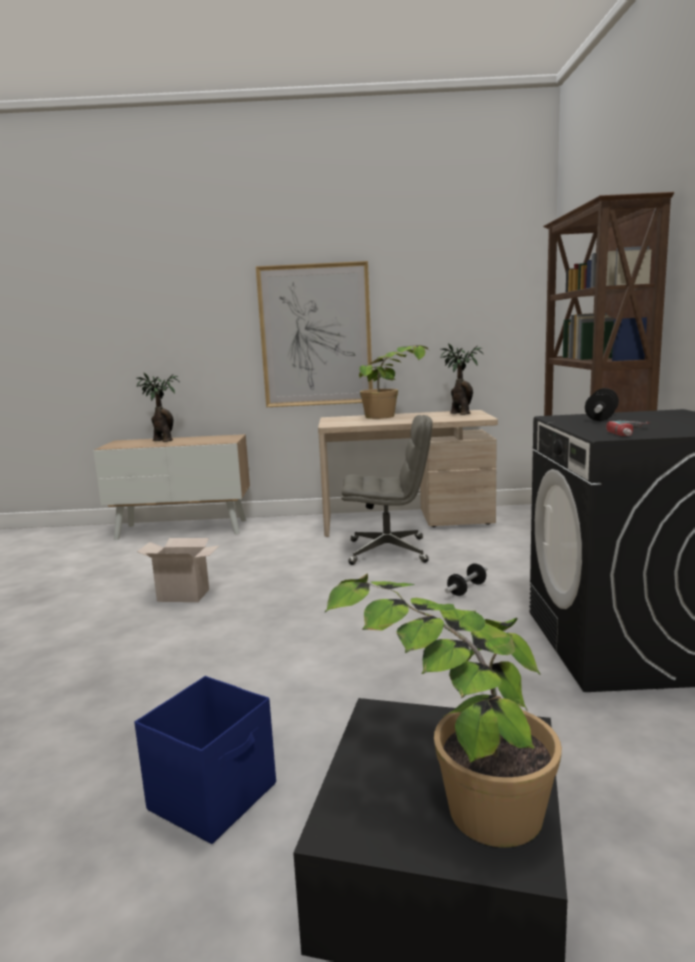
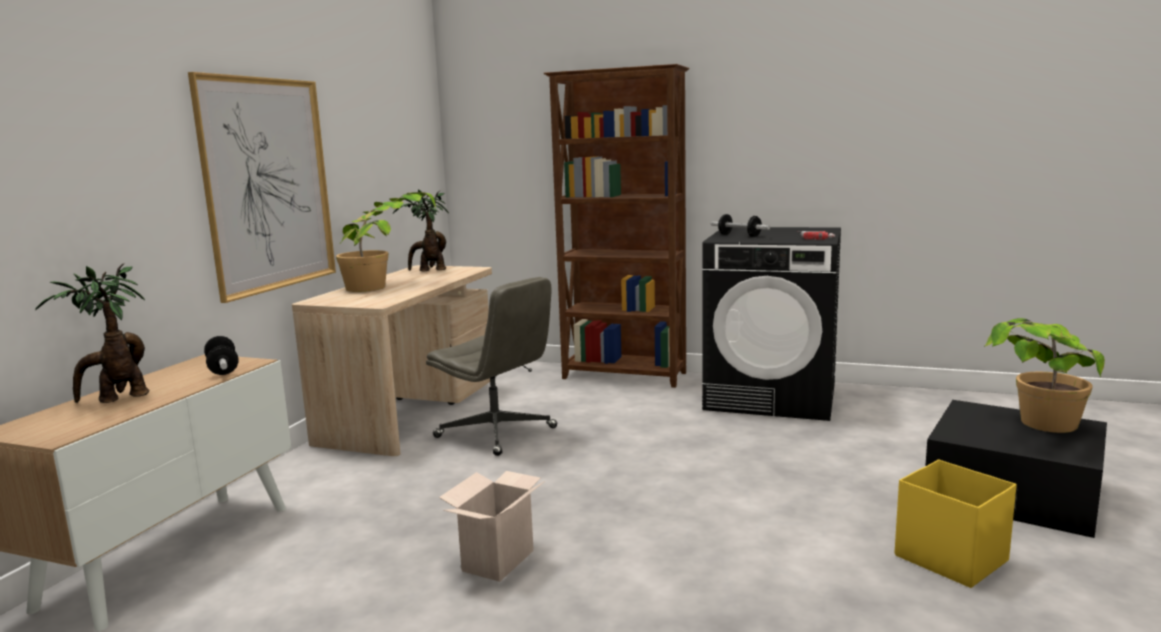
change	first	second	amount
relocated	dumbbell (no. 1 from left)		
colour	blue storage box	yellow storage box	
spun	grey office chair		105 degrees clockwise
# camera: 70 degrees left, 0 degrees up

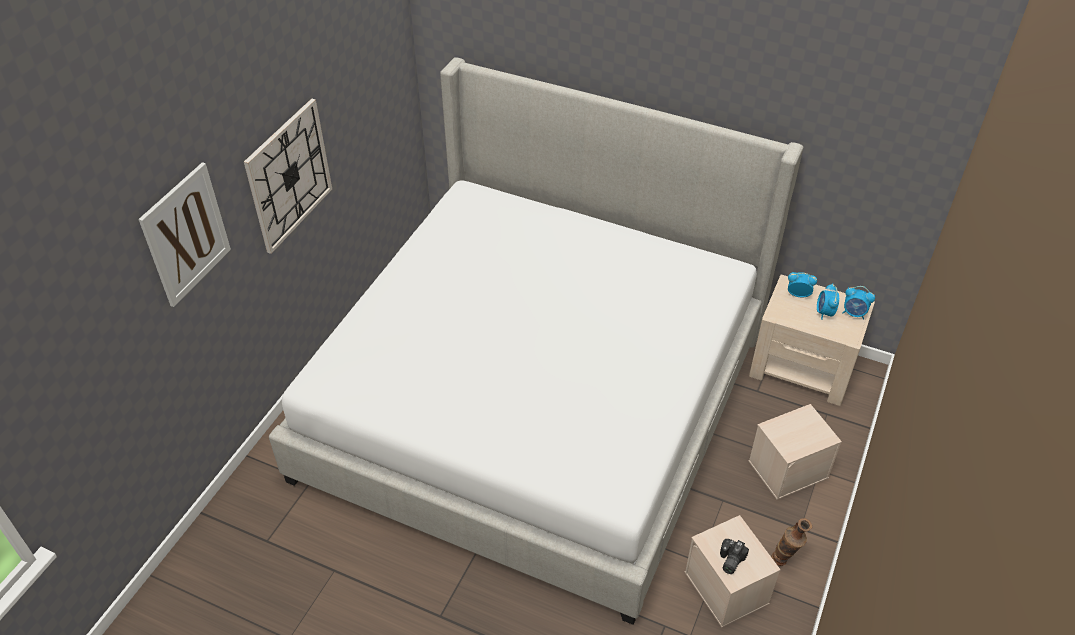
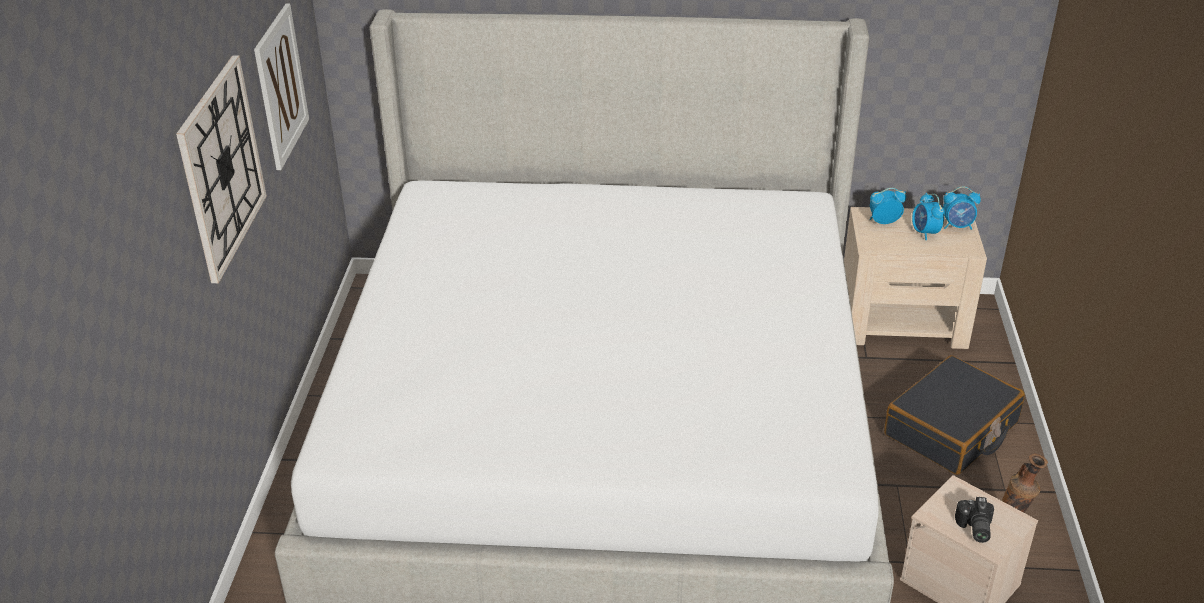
change	first	second	amount
relocated	picture		
exchanged	beige storage box (no. 2 from left)	black suitcase	
# camera: 20 degrees left, 10 degrees down

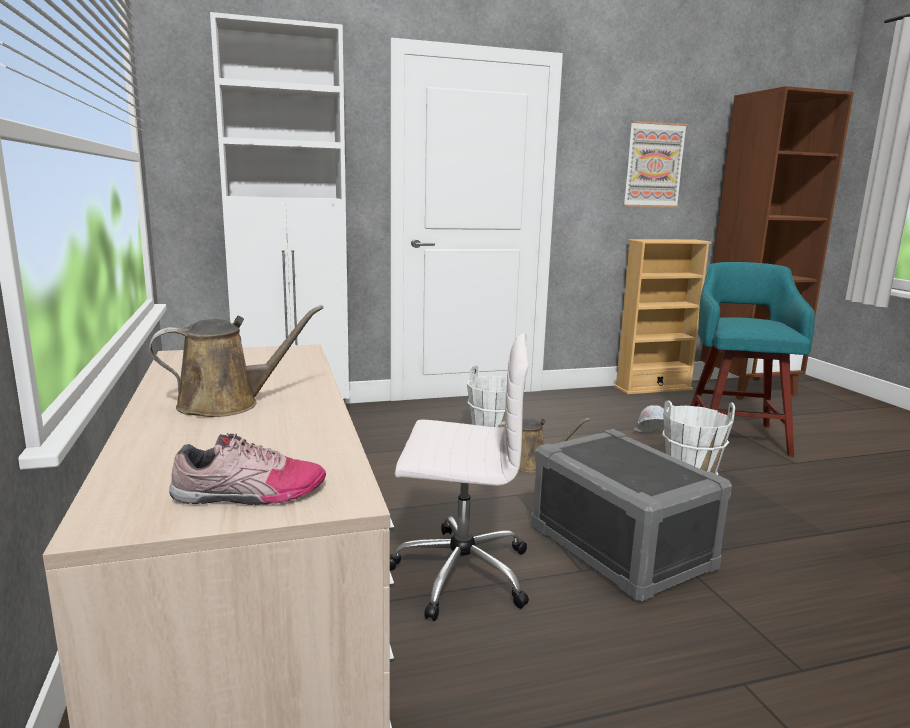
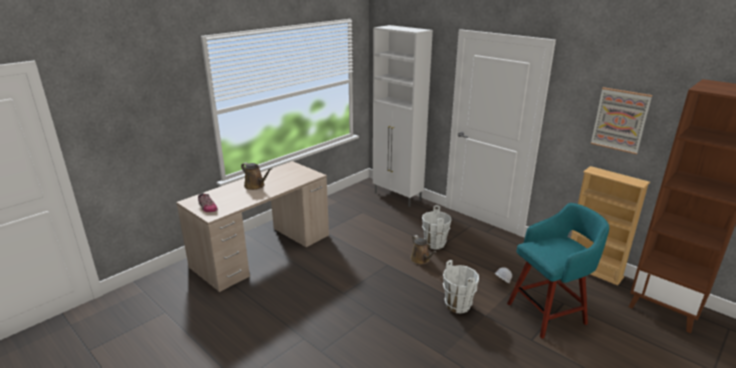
change	first	second	amount
missing	white office chair		
missing	grey storage box		
# camera: 60 degrees right, 10 degrees up

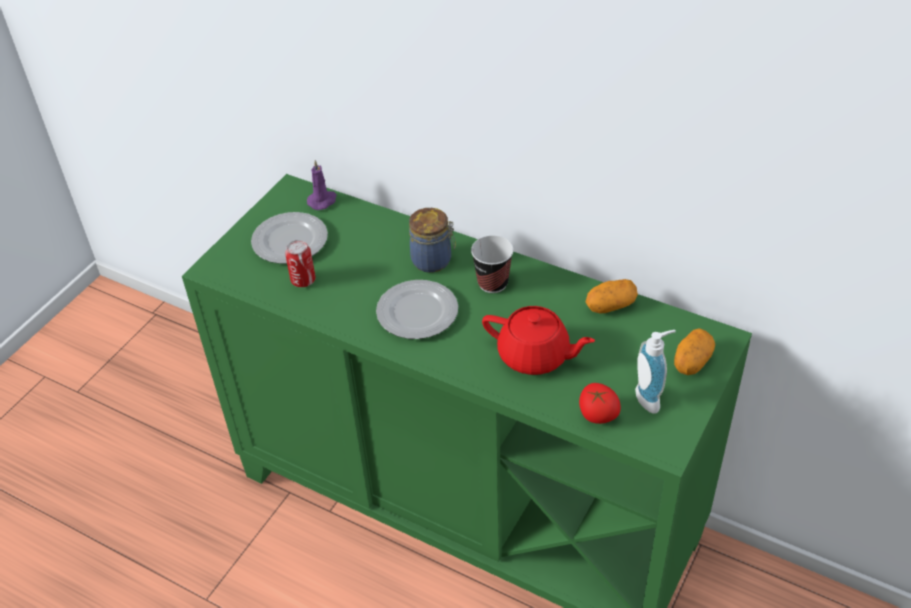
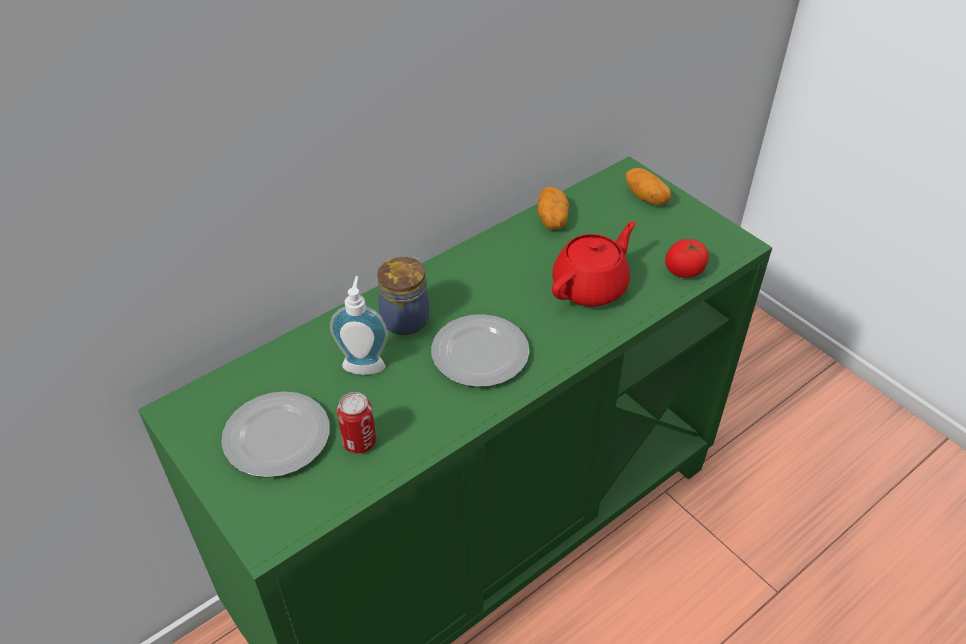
change	first	second	amount
missing	purple candle		
missing	cup		
relocated	soap dispenser		
# camera: 70 degrees left, 0 degrees up

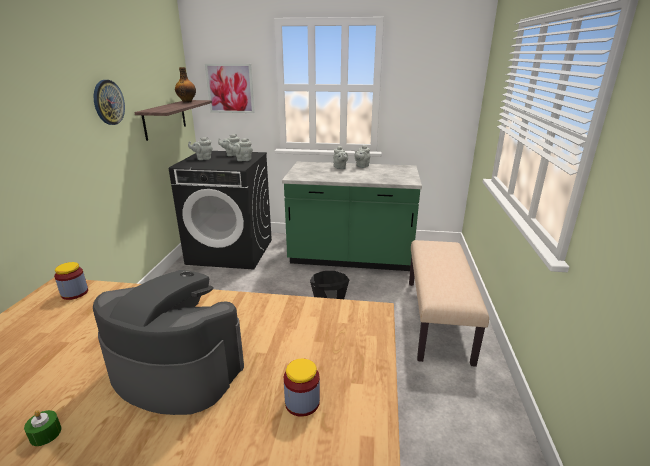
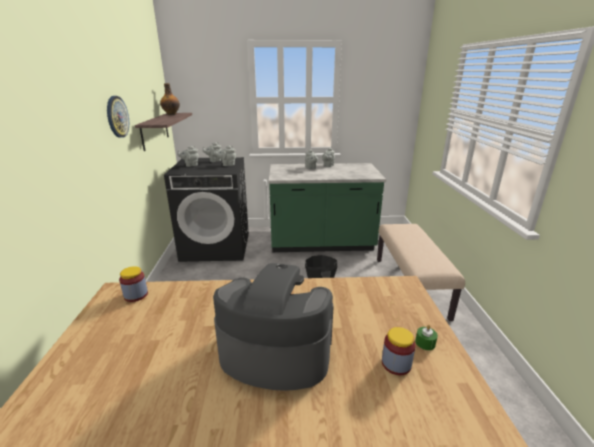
change	first	second	amount
missing	picture		
relocated	green candle		
# camera: 10 degrees left, 0 degrees up

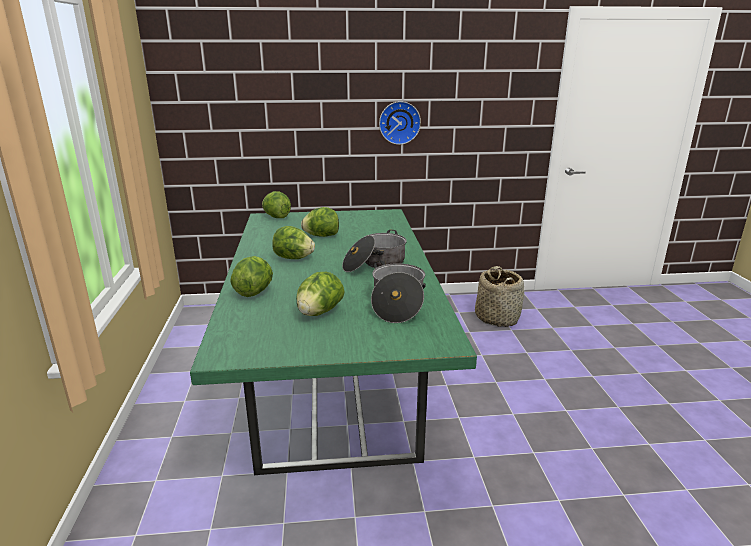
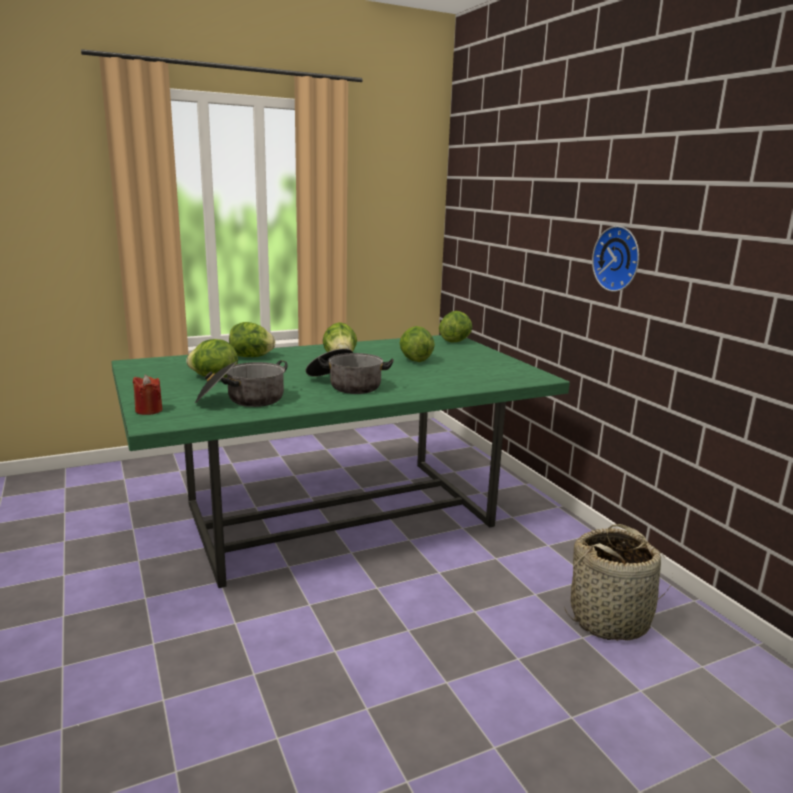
change	first	second	amount
appeared		red candle	
# camera: 70 degrees right, 5 degrees down

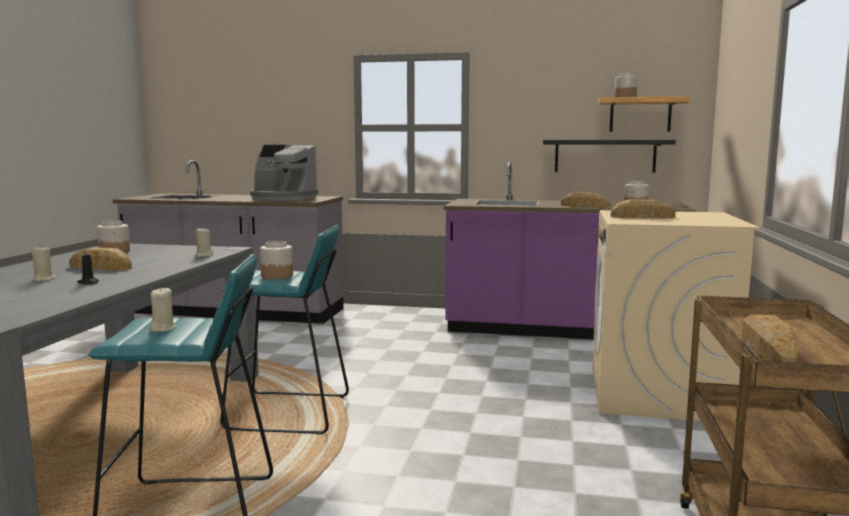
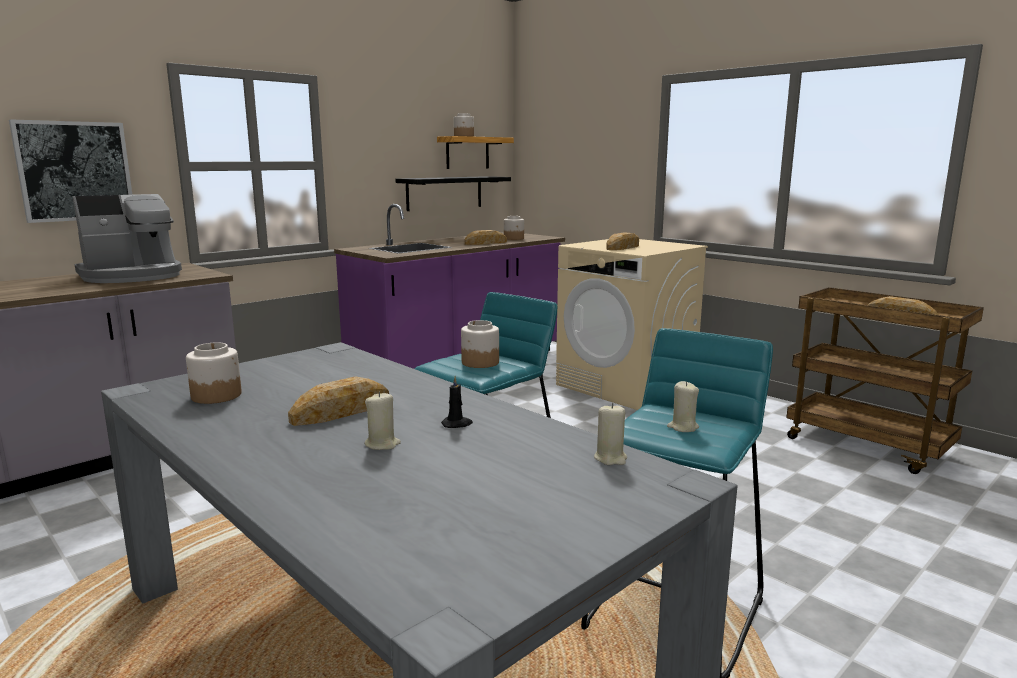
change	first	second	amount
appeared		picture	
relocated	beige candle (no. 3 from left in the first image)	beige candle (no. 2 from left)	
# camera: 55 degrees left, 5 degrees up

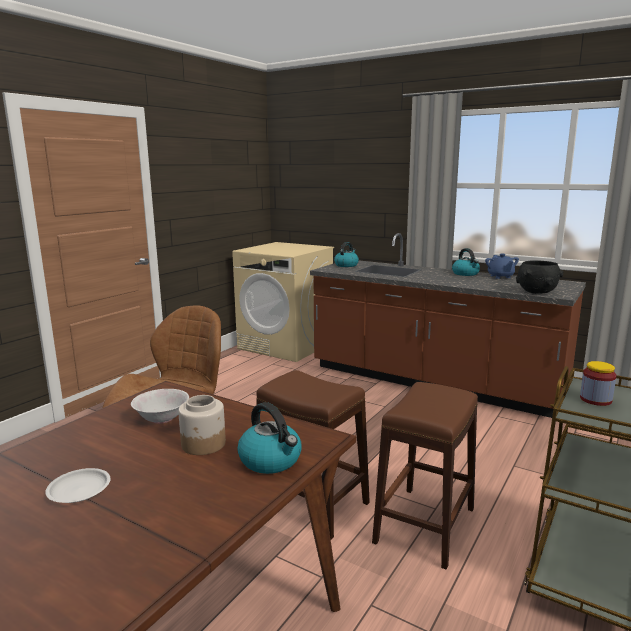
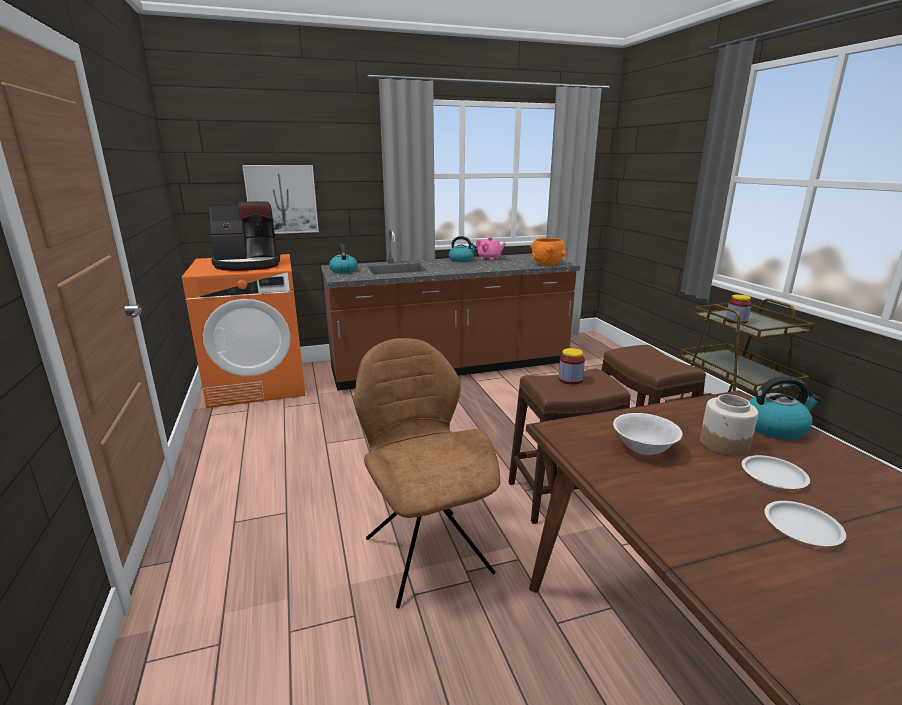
change	first	second	amount
appeared		coffee machine	
appeared		picture	
appeared		jar (no. 1 from left)	
appeared		white plate (no. 1 from left)	
colour	beige washing machine	orange washing machine	
colour	blue teapot	pink teapot	
colour	black bowl	orange bowl	
# camera: 50 degrees left, 5 degrees up

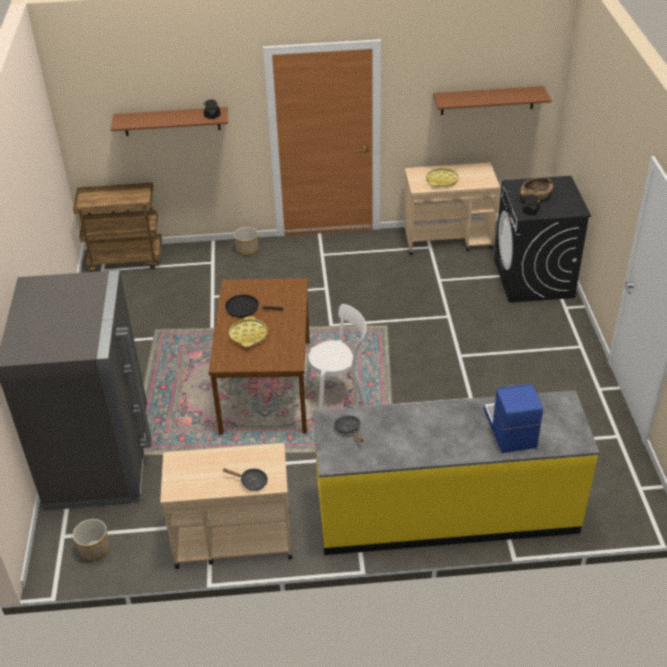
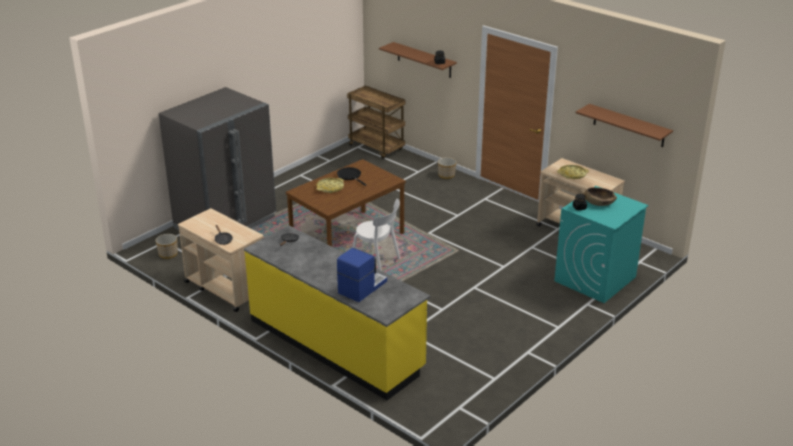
change	first	second	amount
colour	black washing machine	turquoise washing machine	
# camera: 45 degrees right, 10 degrees down

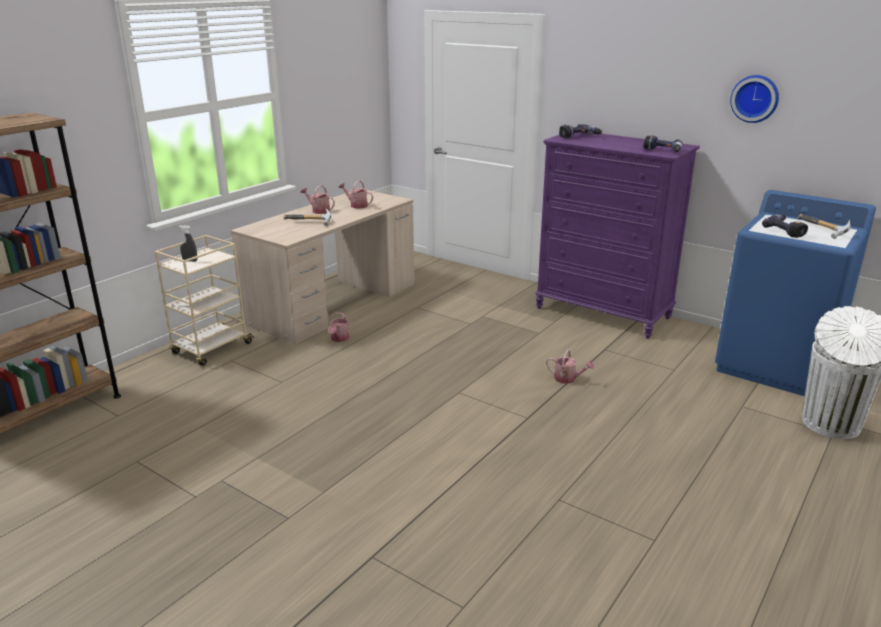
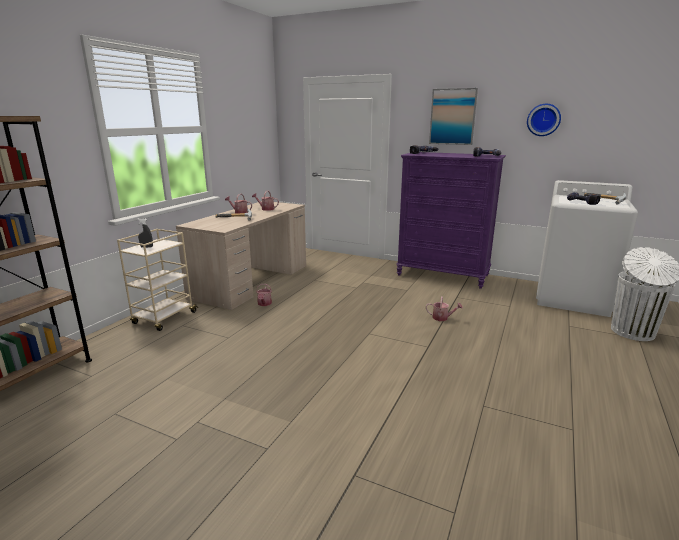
change	first	second	amount
appeared		picture	
colour	blue washing machine	white washing machine	
# camera: 10 degrees left, 5 degrees down

